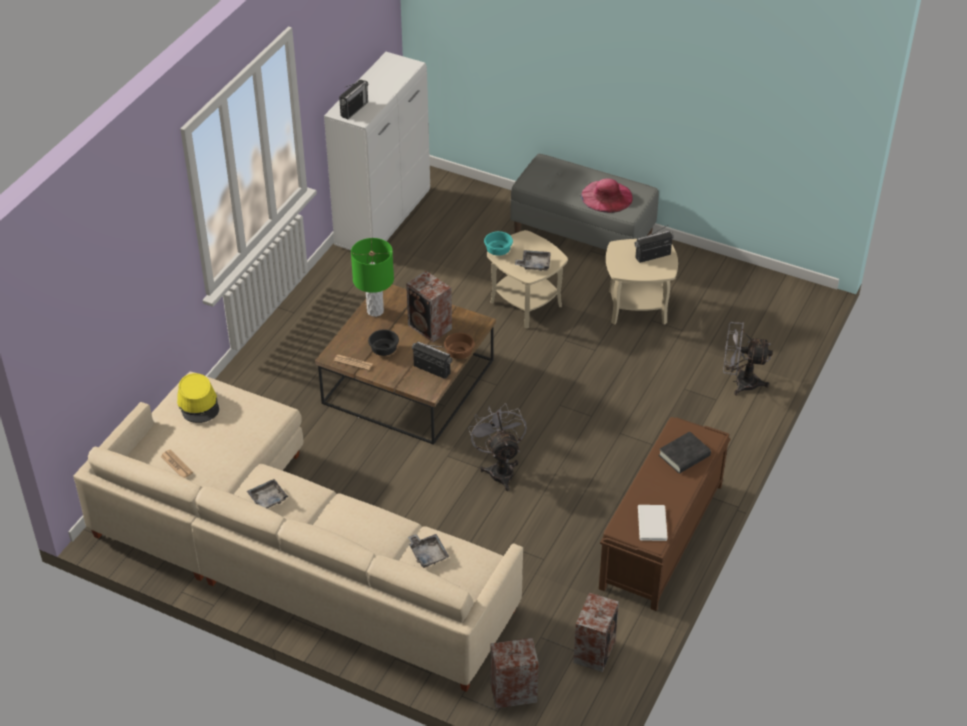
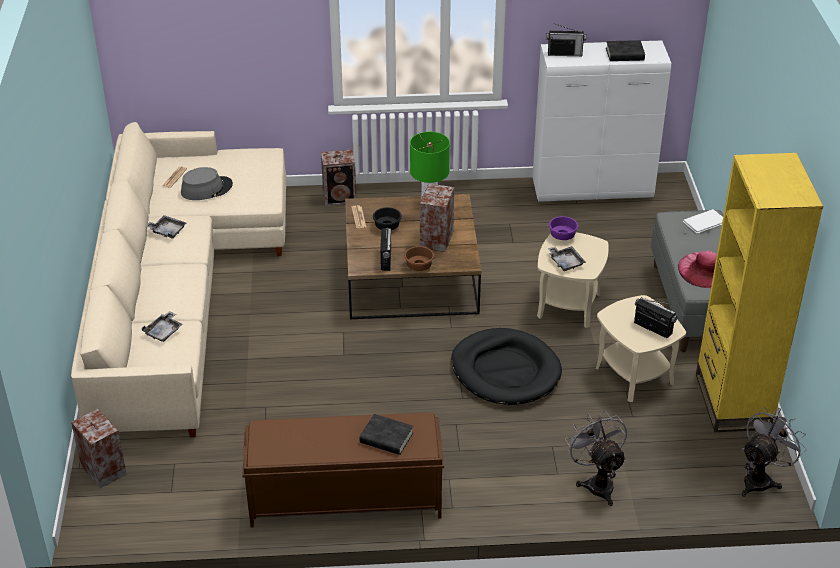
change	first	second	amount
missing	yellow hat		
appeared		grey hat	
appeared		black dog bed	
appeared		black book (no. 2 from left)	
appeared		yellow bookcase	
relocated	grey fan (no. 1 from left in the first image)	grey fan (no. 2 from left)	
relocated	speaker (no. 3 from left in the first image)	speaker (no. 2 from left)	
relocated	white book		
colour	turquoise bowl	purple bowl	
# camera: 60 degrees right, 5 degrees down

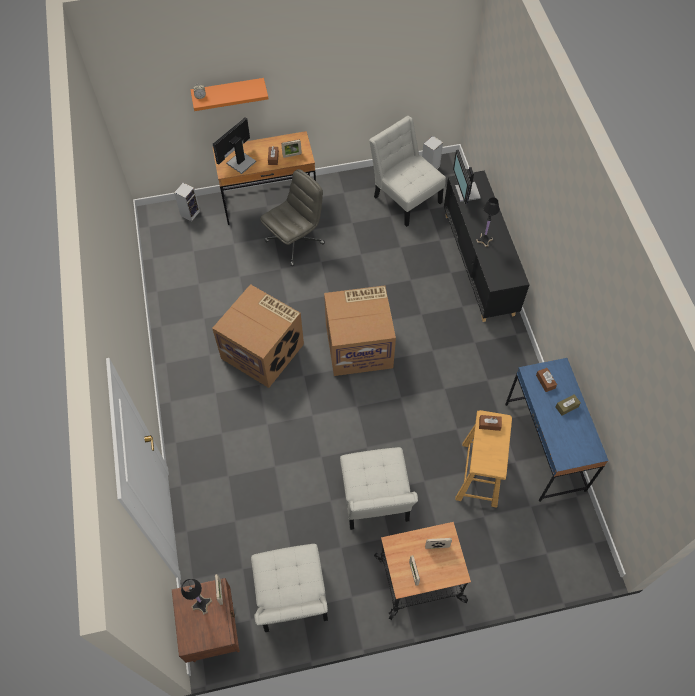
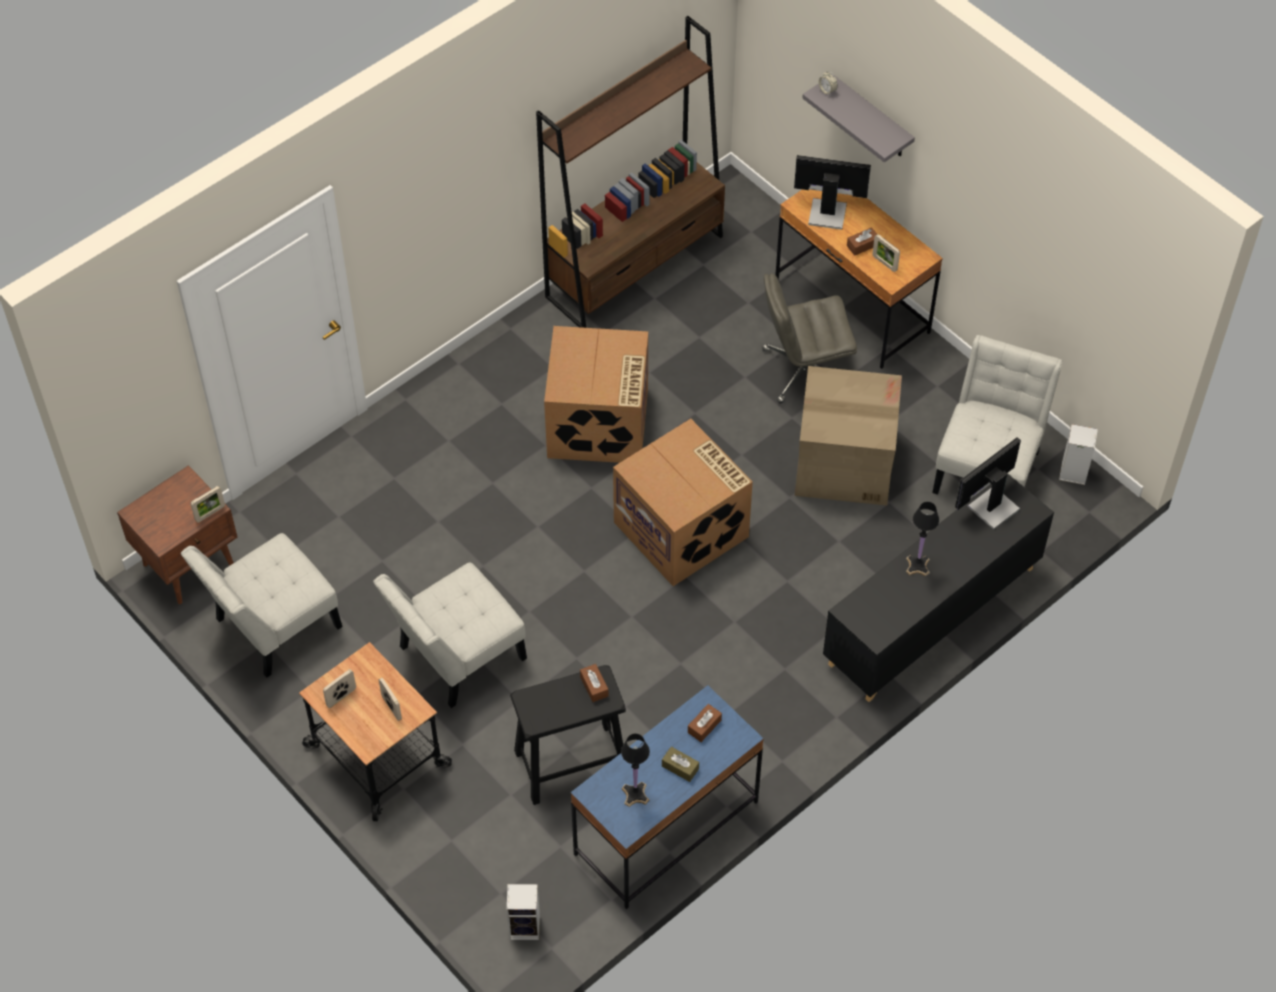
change	first	second	amount
appeared		brown bookcase	
appeared		cardboard box (no. 3 from left)	
relocated	speaker (no. 1 from left)		
relocated	black table lamp (no. 1 from left)		
colour	orange shelf	grey shelf	
colour	beige stool	black stool	
spun	grey office chair		150 degrees clockwise
# camera: 60 degrees right, 5 degrees down

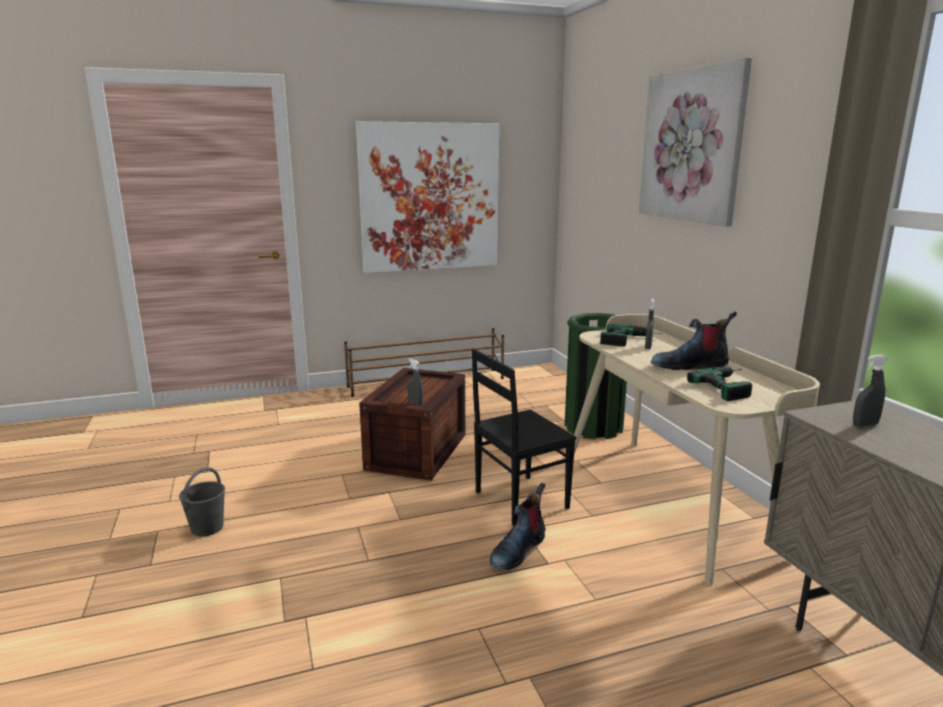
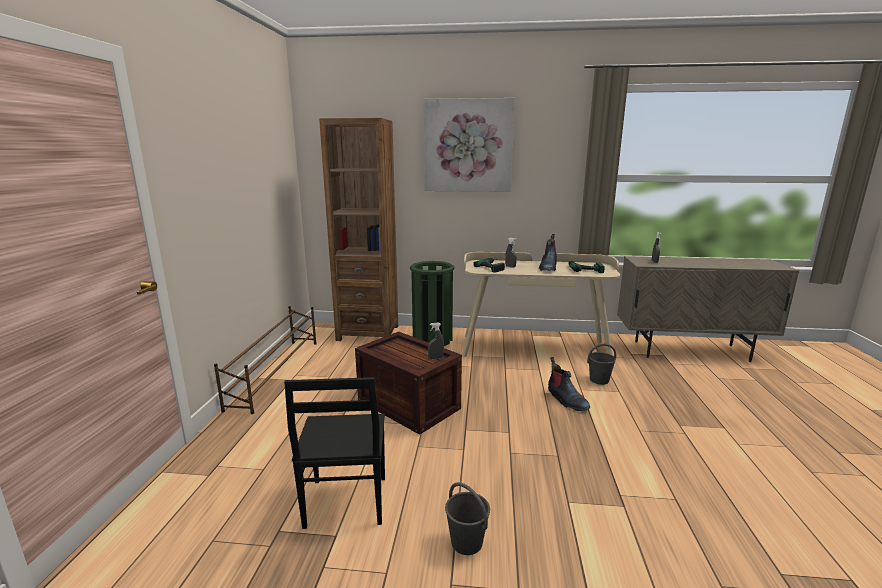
change	first	second	amount
missing	picture (no. 1 from left)		
appeared		brown bookcase	
appeared		grey bucket (no. 2 from left)	
relocated	black chair		
# camera: 65 degrees left, 0 degrees up

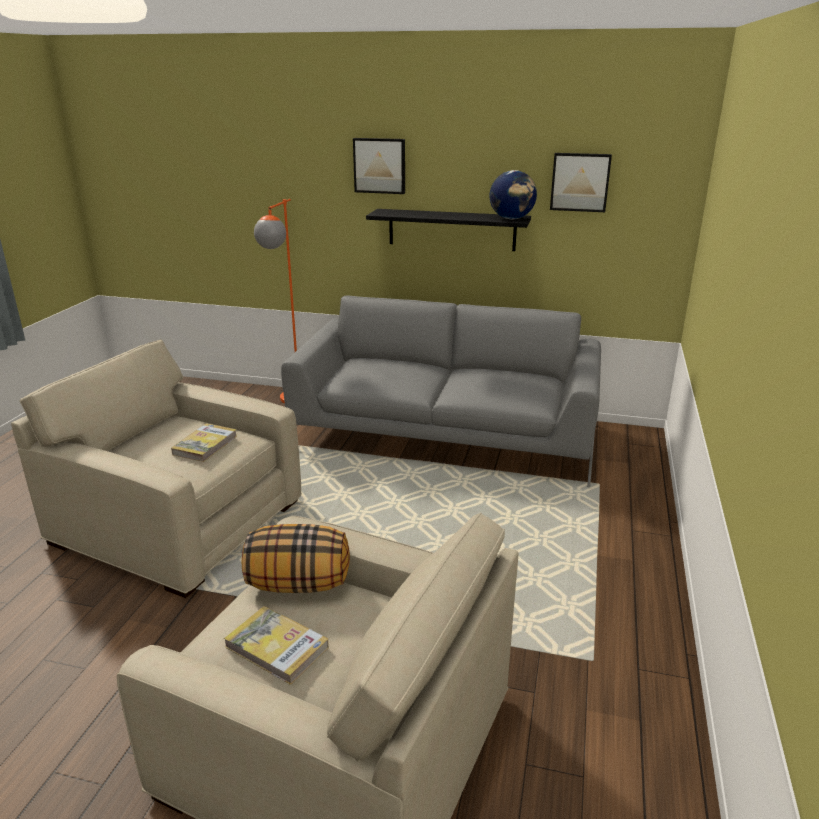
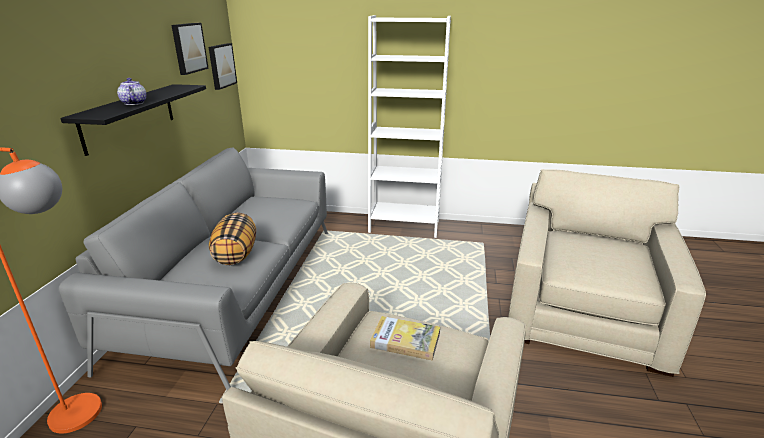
change	first	second	amount
missing	book (no. 2 from left)		
missing	globe		
appeared		teapot	
appeared		white bookcase	
relocated	pillow		
relocated	picture (no. 1 from left in the first image)	picture (no. 2 from left)	
# camera: 95 degrees left, 0 degrees up

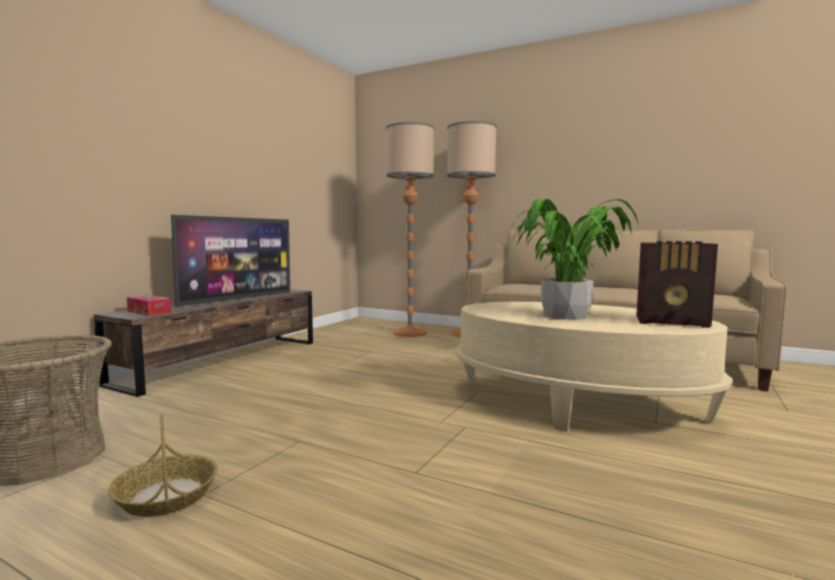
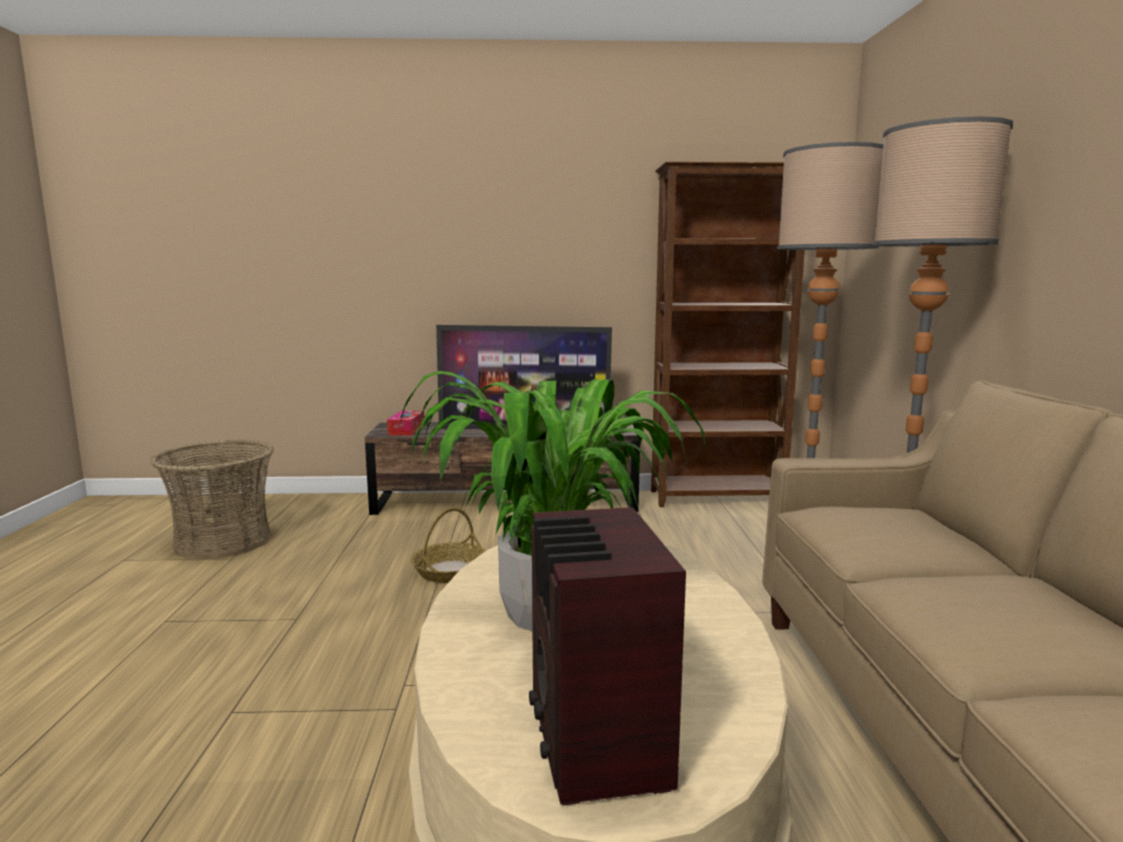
change	first	second	amount
appeared		brown bookcase	
relocated	basket (no. 2 from left)		
# camera: 60 degrees right, 5 degrees up

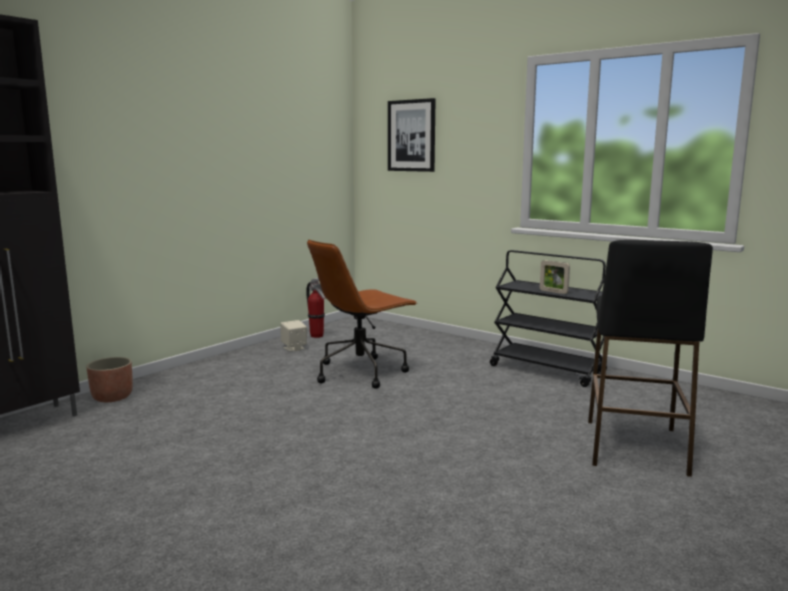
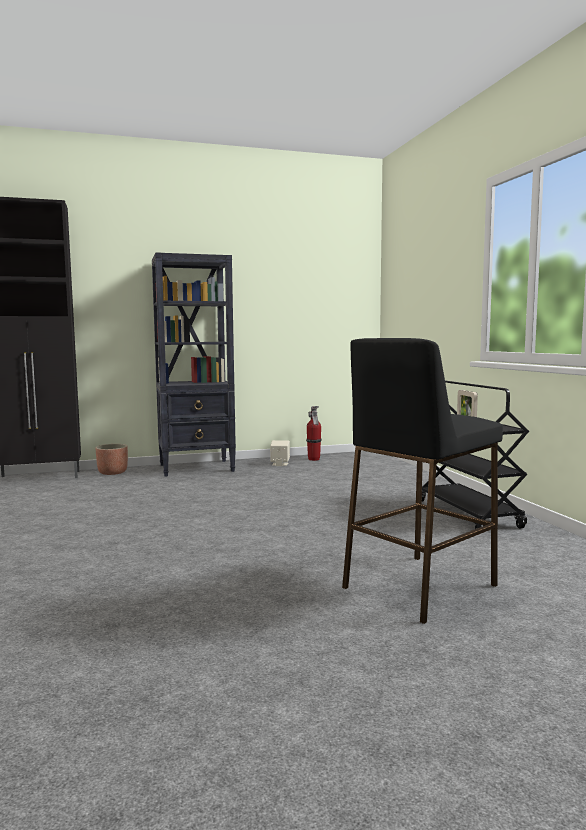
change	first	second	amount
missing	brown office chair		
missing	picture		
appeared		black bookcase	
# camera: 35 degrees right, 5 degrees down

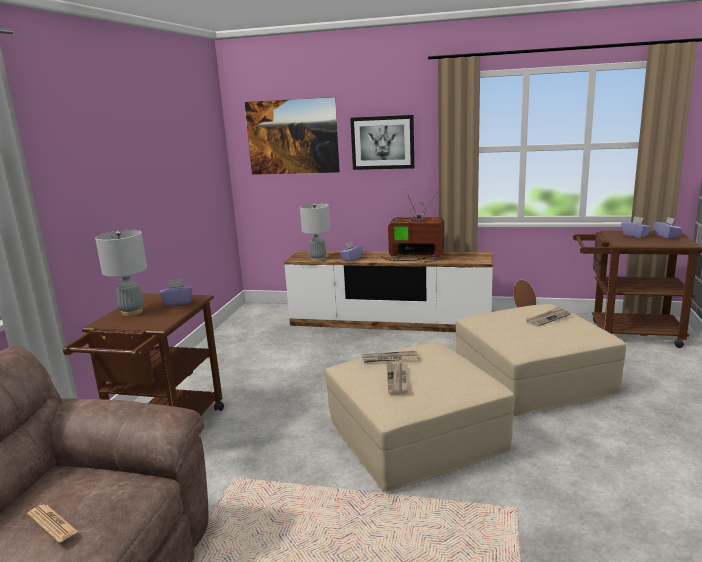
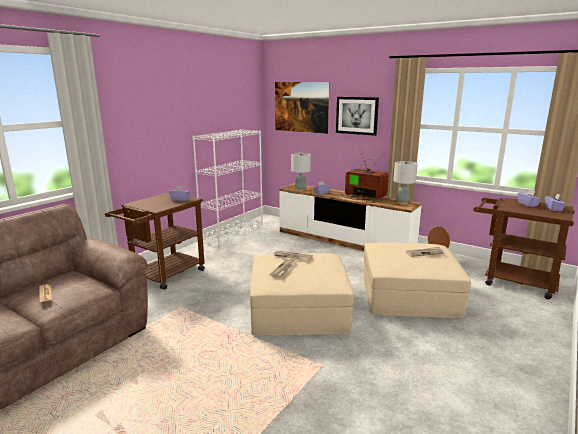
change	first	second	amount
appeared		white bookcase	
relocated	grey table lamp (no. 1 from left in the first image)	grey table lamp (no. 2 from left)	
# camera: 20 degrees right, 0 degrees up

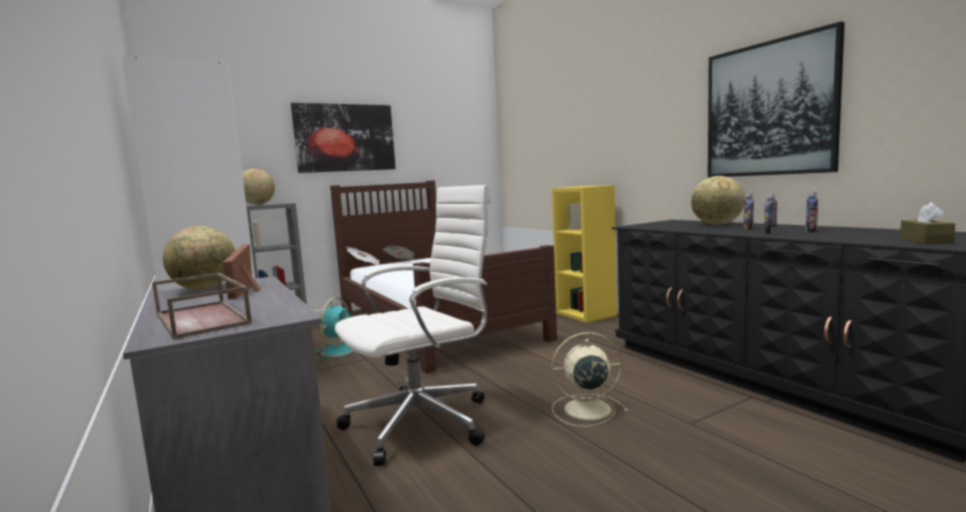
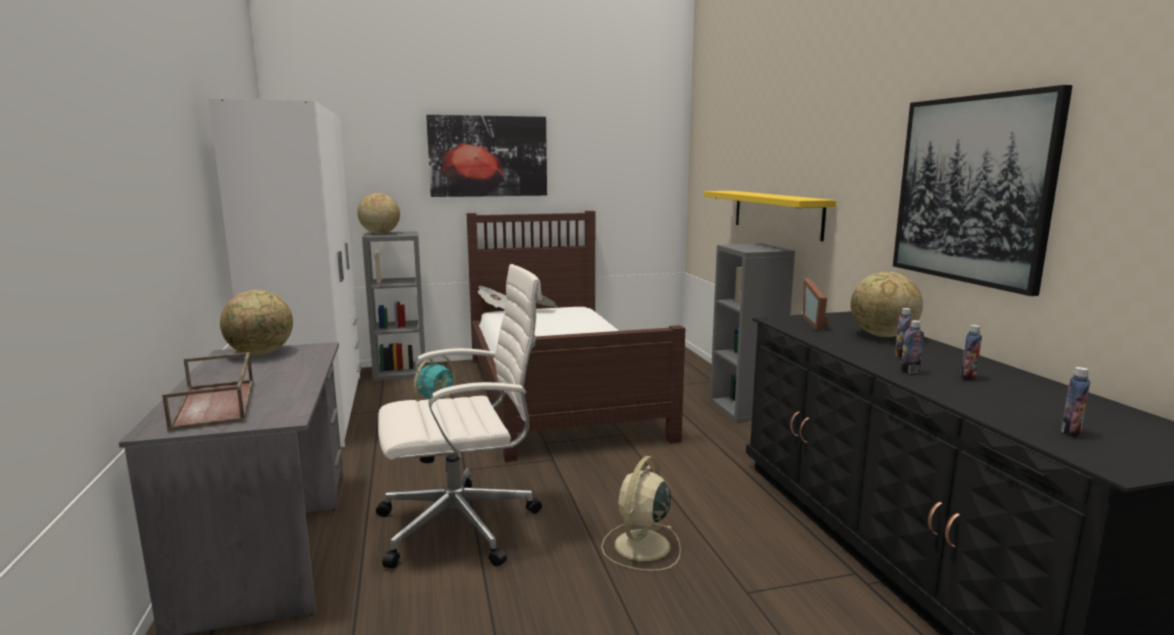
change	first	second	amount
appeared		yellow shelf	
relocated	picture frame		
exchanged	brown tissue box	bottle (no. 4 from left)	
colour	yellow bookcase	grey bookcase (no. 2 from left)	
spun	beige fan		75 degrees counterclockwise
# camera: 15 degrees right, 5 degrees up

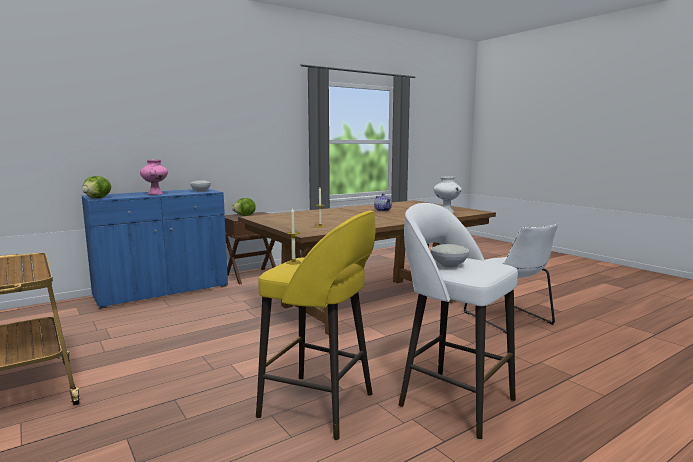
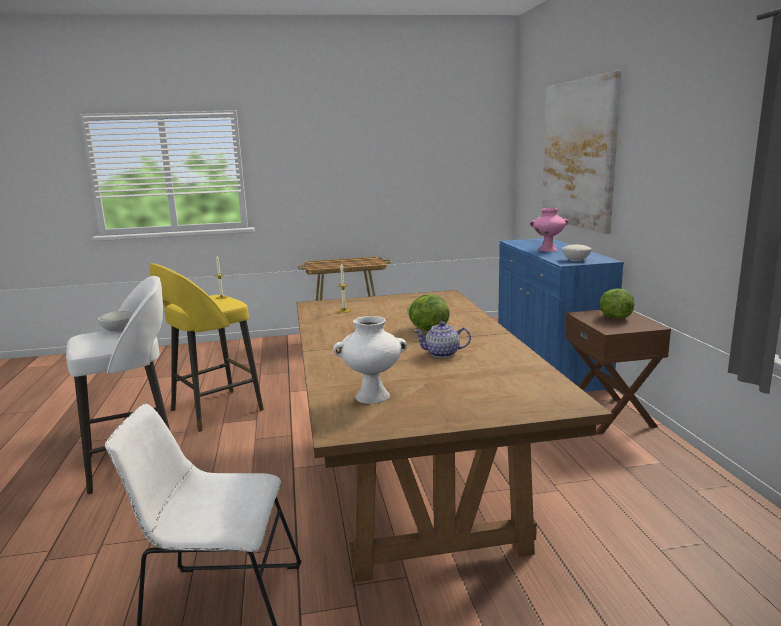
change	first	second	amount
appeared		picture	
relocated	lettuce (no. 1 from left)		
# camera: 115 degrees right, 5 degrees up

